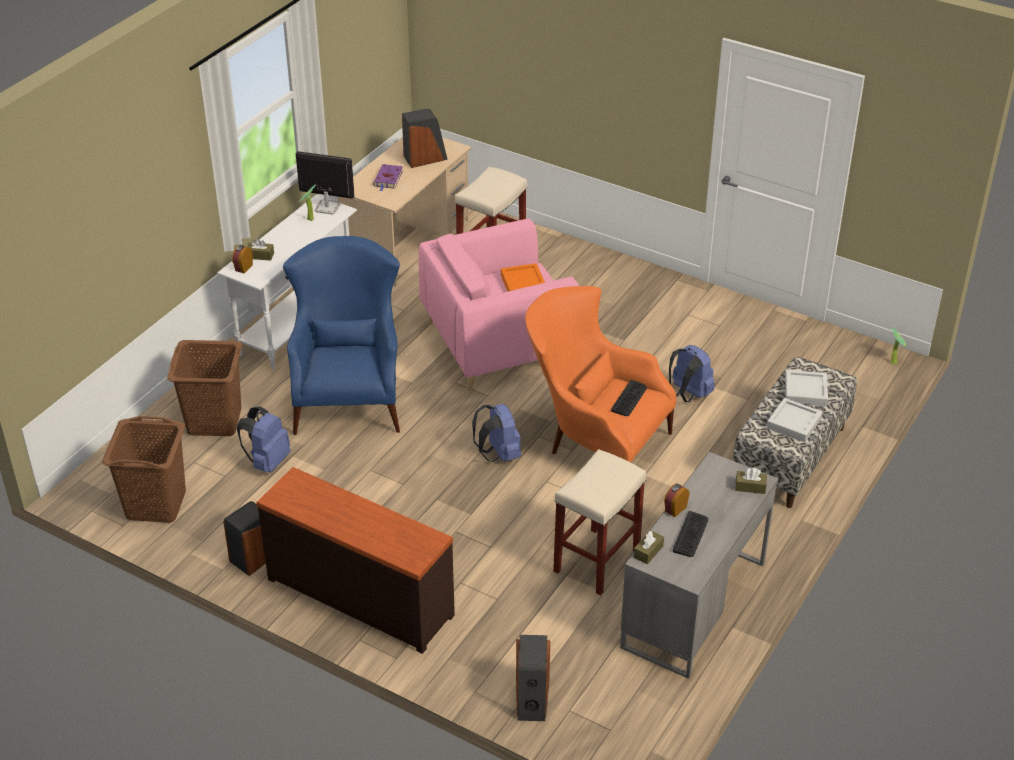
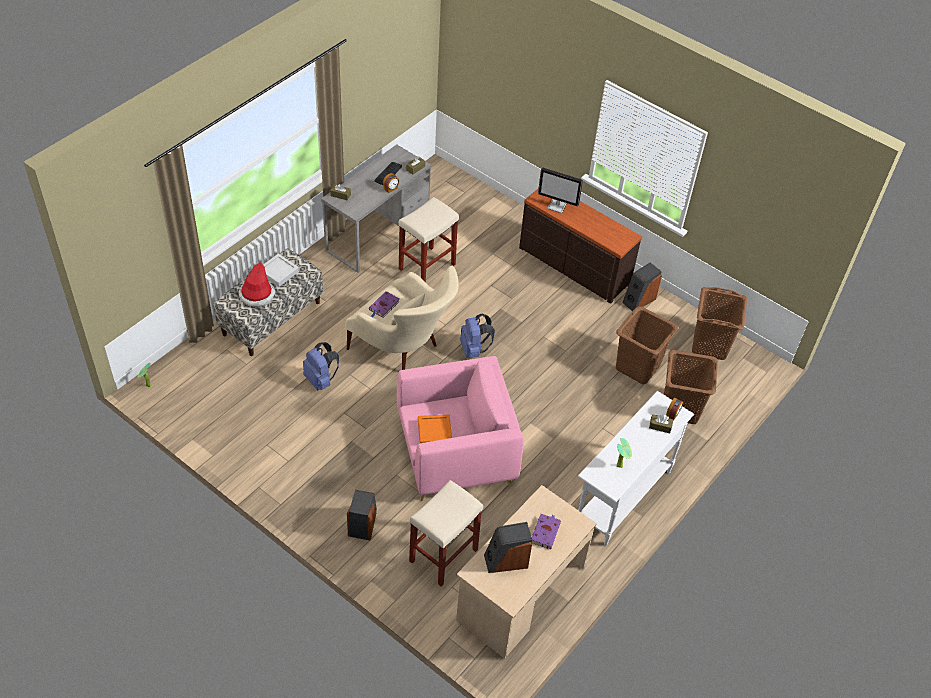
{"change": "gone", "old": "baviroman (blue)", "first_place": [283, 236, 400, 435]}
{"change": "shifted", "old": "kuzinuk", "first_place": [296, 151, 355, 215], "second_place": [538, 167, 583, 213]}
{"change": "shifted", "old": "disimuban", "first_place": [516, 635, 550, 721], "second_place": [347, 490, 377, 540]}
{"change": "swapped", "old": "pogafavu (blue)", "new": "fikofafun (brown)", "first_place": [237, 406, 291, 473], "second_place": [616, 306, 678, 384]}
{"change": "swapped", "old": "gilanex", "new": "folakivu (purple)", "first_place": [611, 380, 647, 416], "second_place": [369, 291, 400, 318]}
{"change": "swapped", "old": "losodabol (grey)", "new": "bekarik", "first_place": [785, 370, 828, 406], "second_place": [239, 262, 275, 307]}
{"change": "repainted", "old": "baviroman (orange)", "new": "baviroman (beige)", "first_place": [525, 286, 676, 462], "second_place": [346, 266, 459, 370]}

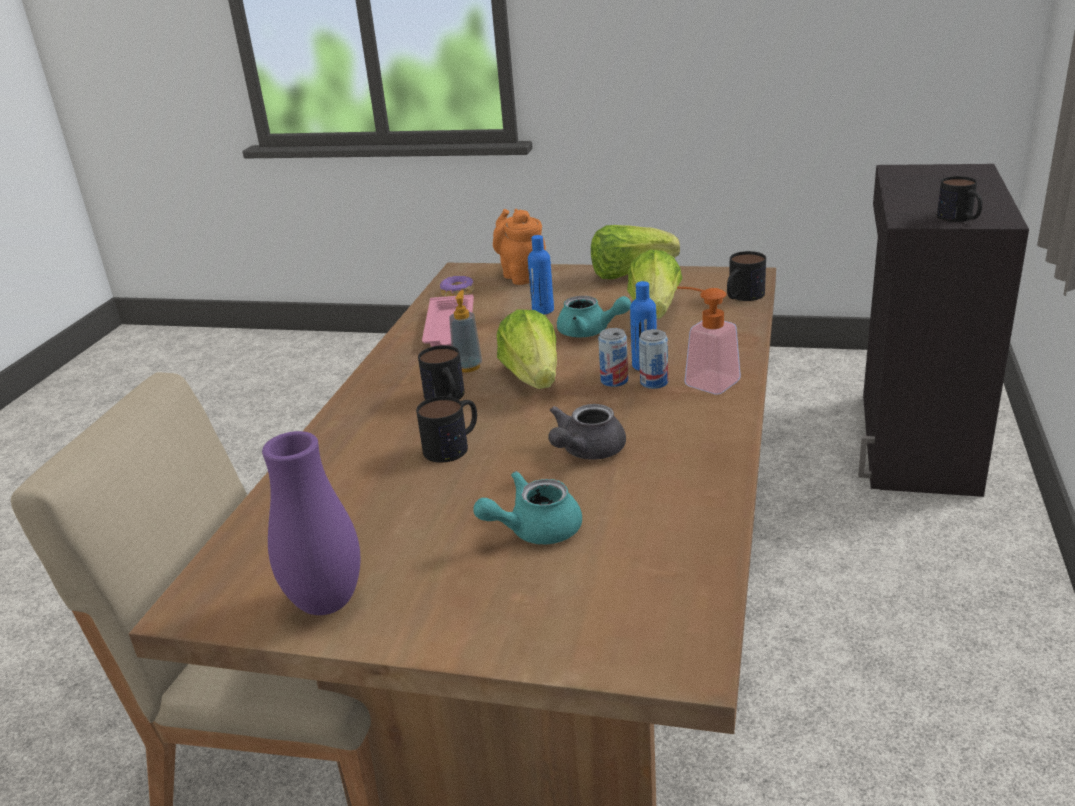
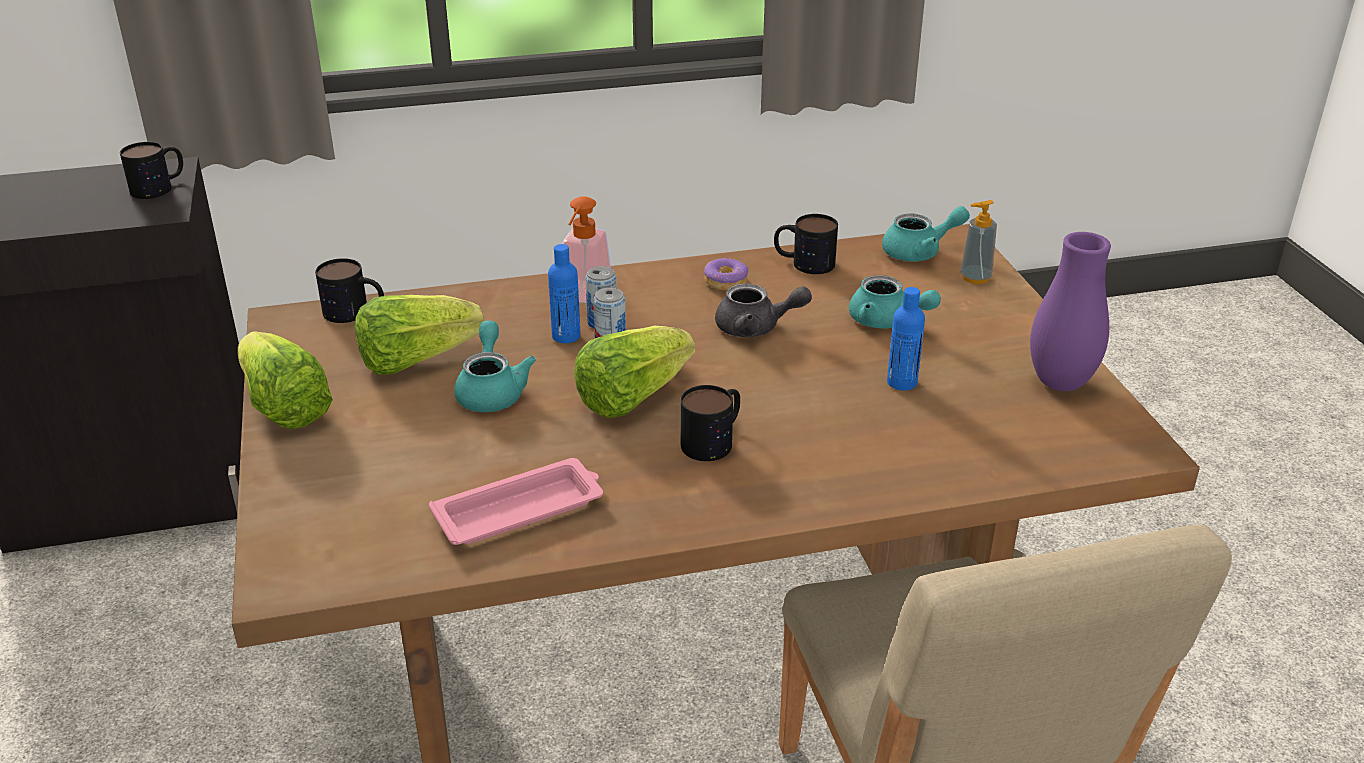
{"change": "gone", "old": "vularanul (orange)", "first_place": [493, 209, 546, 285]}
{"change": "new", "new": "vularanul (turquoise)", "second_place": [882, 206, 970, 262]}
{"change": "shifted", "old": "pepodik", "first_place": [416, 396, 477, 463], "second_place": [774, 214, 838, 274]}
{"change": "shifted", "old": "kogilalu", "first_place": [440, 276, 474, 297], "second_place": [704, 258, 748, 290]}
{"change": "shifted", "old": "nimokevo", "first_place": [449, 290, 482, 372], "second_place": [960, 200, 997, 284]}
{"change": "shifted", "old": "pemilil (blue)", "first_place": [528, 235, 554, 315], "second_place": [887, 287, 925, 391]}

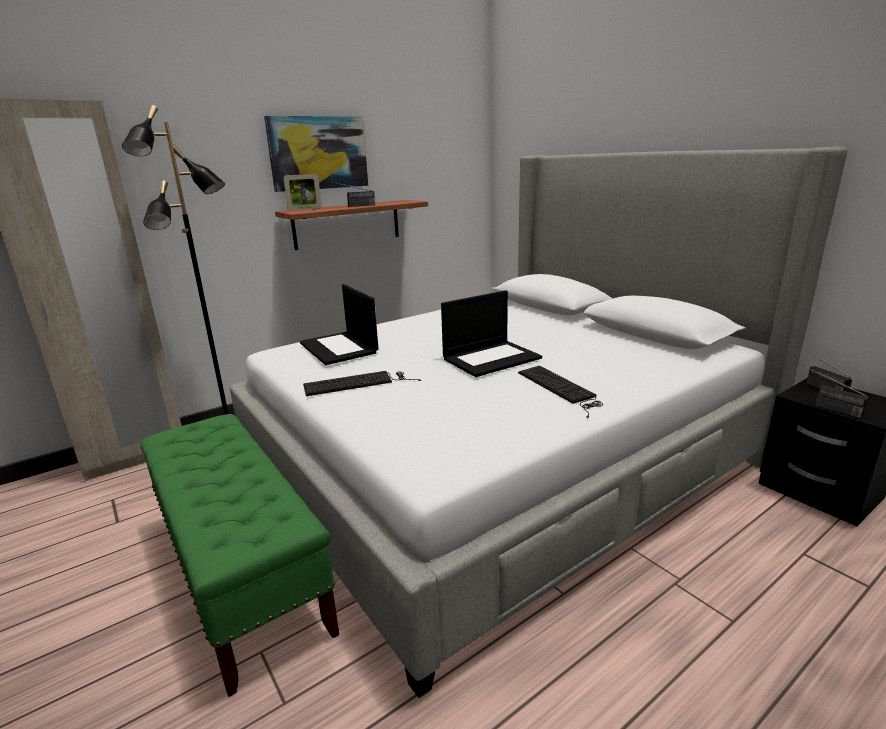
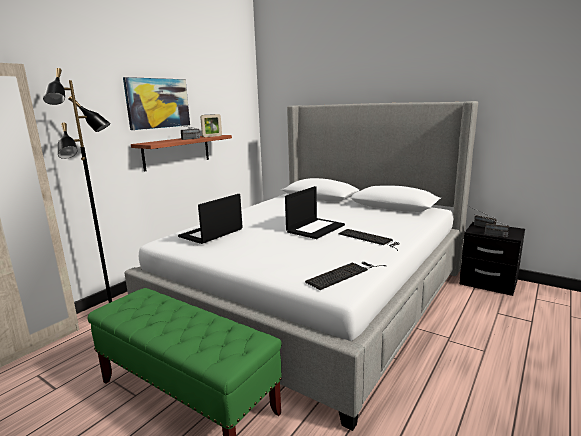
{"change": "shifted", "old": "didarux", "first_place": [283, 174, 322, 211], "second_place": [200, 114, 222, 137]}
{"change": "shifted", "old": "gilanex", "first_place": [303, 371, 421, 396], "second_place": [305, 262, 387, 290]}
{"change": "rotated", "old": "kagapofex", "first_place": [300, 284, 379, 365], "second_place": [178, 194, 243, 244], "degrees": 90}

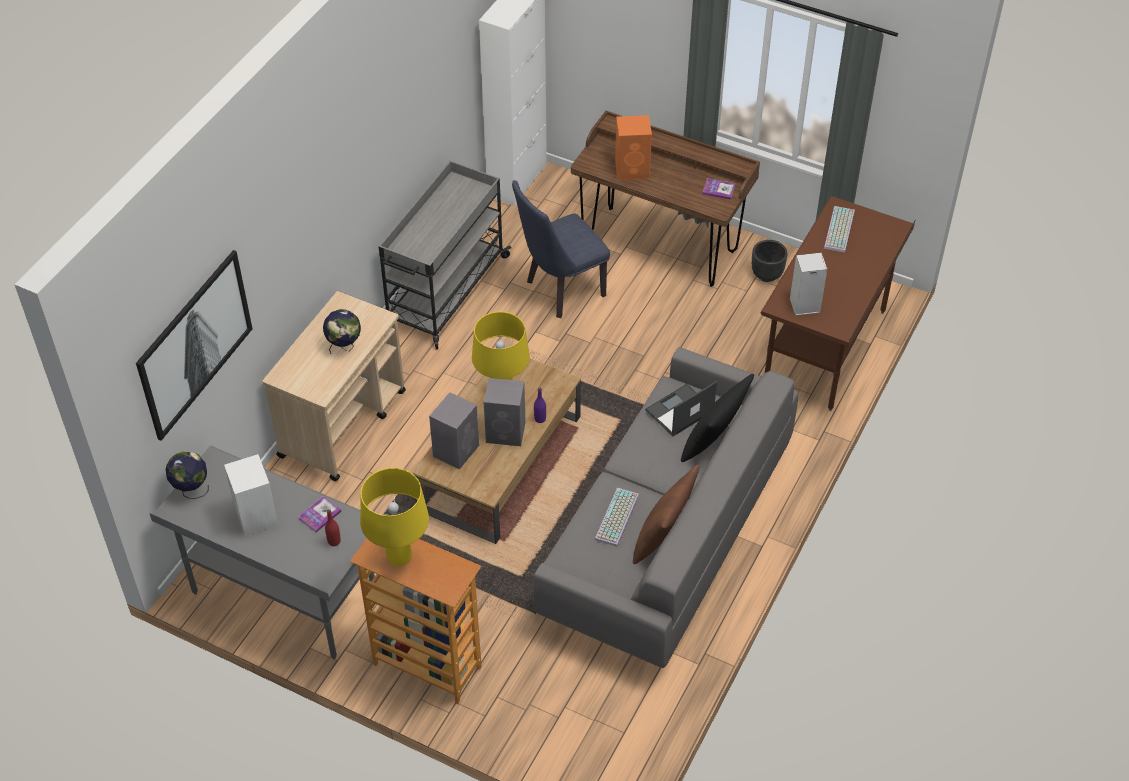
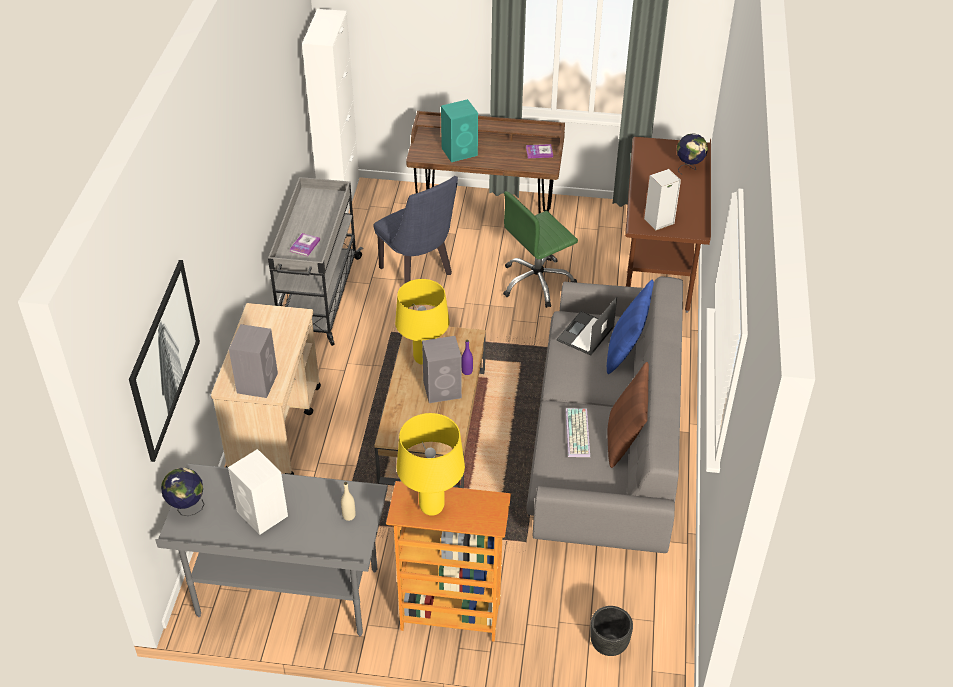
{"change": "gone", "old": "gilanex", "first_place": [824, 206, 855, 252]}
{"change": "new", "new": "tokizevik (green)", "second_place": [503, 191, 578, 308]}
{"change": "shifted", "old": "folakivu", "first_place": [298, 496, 341, 532], "second_place": [290, 233, 320, 256]}
{"change": "shifted", "old": "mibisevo", "first_place": [323, 309, 361, 354], "second_place": [677, 133, 708, 175]}
{"change": "shifted", "old": "disimuban (grey)", "first_place": [429, 392, 479, 470], "second_place": [229, 324, 278, 398]}
{"change": "shifted", "old": "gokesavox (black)", "first_place": [752, 240, 787, 282], "second_place": [590, 606, 633, 656]}
{"change": "repainted", "old": "pemilil (red)", "new": "pemilil (beige)", "first_place": [325, 509, 341, 546], "second_place": [341, 482, 356, 521]}
{"change": "repainted", "old": "disimuban (orange)", "new": "disimuban (turquoise)", "first_place": [615, 115, 652, 180], "second_place": [441, 99, 478, 162]}
{"change": "repainted", "old": "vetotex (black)", "new": "vetotex (blue)", "first_place": [681, 374, 754, 462], "second_place": [607, 280, 654, 374]}
{"change": "rotated", "old": "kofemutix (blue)", "first_place": [512, 180, 610, 318], "second_place": [374, 176, 458, 284], "degrees": -75}

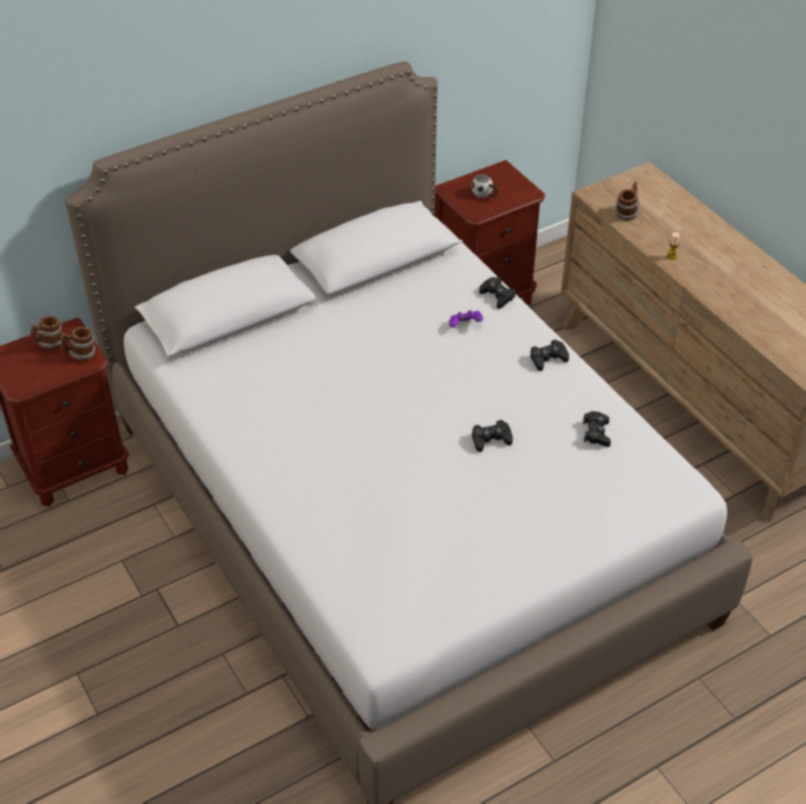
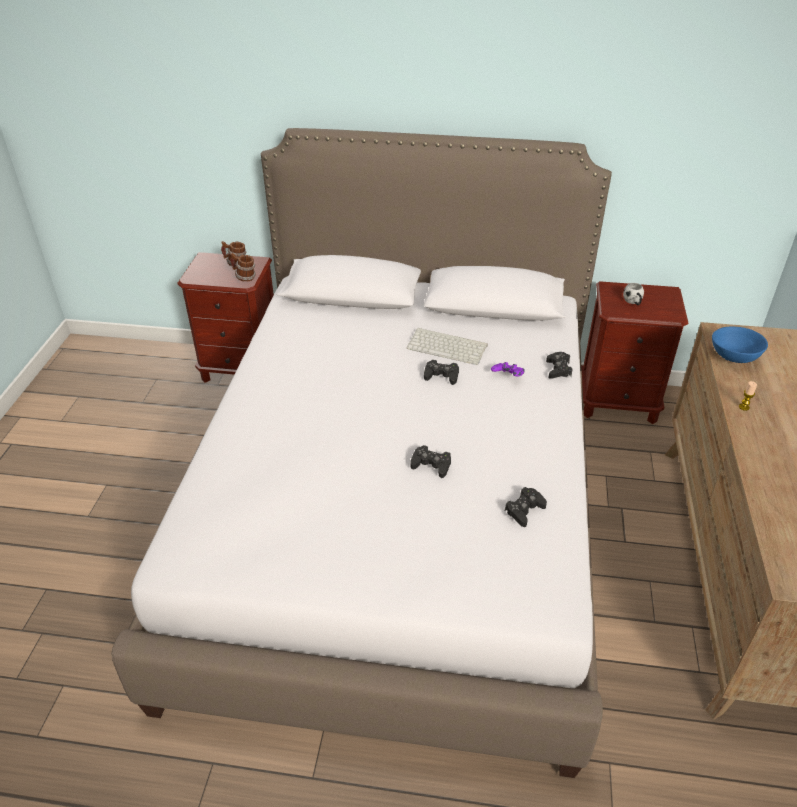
{"change": "new", "new": "gilanex", "second_place": [406, 328, 488, 365]}
{"change": "shifted", "old": "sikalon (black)", "first_place": [530, 340, 569, 371], "second_place": [424, 360, 459, 385]}
{"change": "swapped", "old": "pepodik", "new": "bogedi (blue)", "first_place": [615, 181, 640, 220], "second_place": [712, 327, 768, 363]}

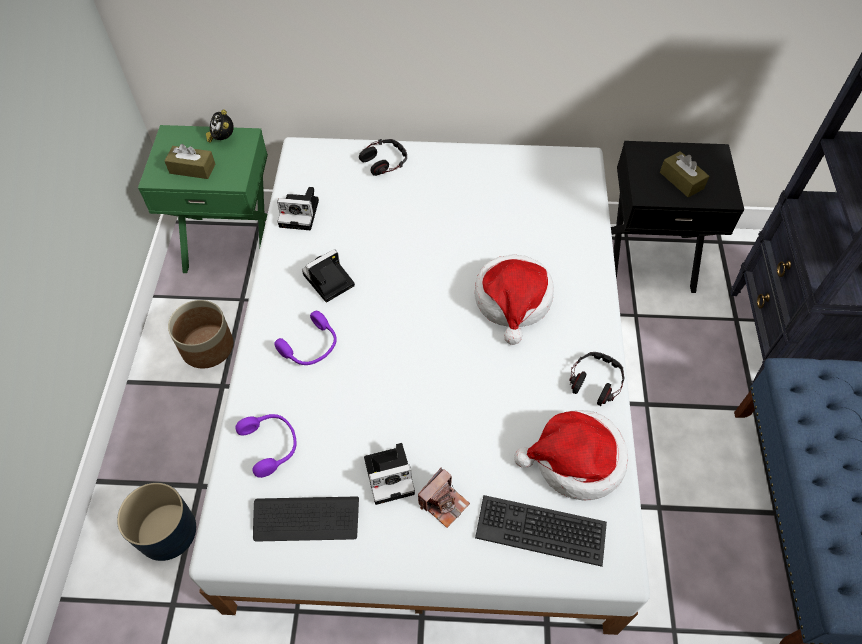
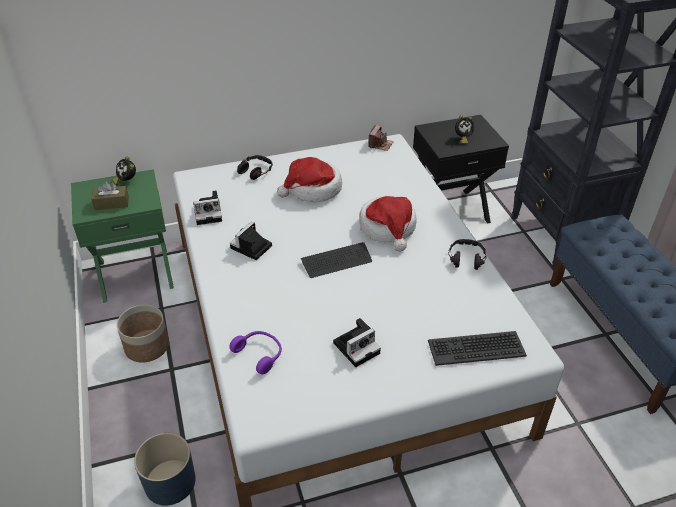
{"change": "gone", "old": "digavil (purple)", "first_place": [274, 311, 337, 365]}
{"change": "shifted", "old": "gilanex", "first_place": [253, 496, 359, 542], "second_place": [301, 242, 372, 278]}
{"change": "shifted", "old": "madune", "first_place": [418, 467, 470, 528], "second_place": [368, 125, 394, 151]}
{"change": "shifted", "old": "bekarik", "first_place": [515, 410, 628, 501], "second_place": [277, 157, 342, 202]}
{"change": "swapped", "old": "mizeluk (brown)", "new": "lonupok", "first_place": [660, 151, 709, 198], "second_place": [455, 115, 474, 144]}

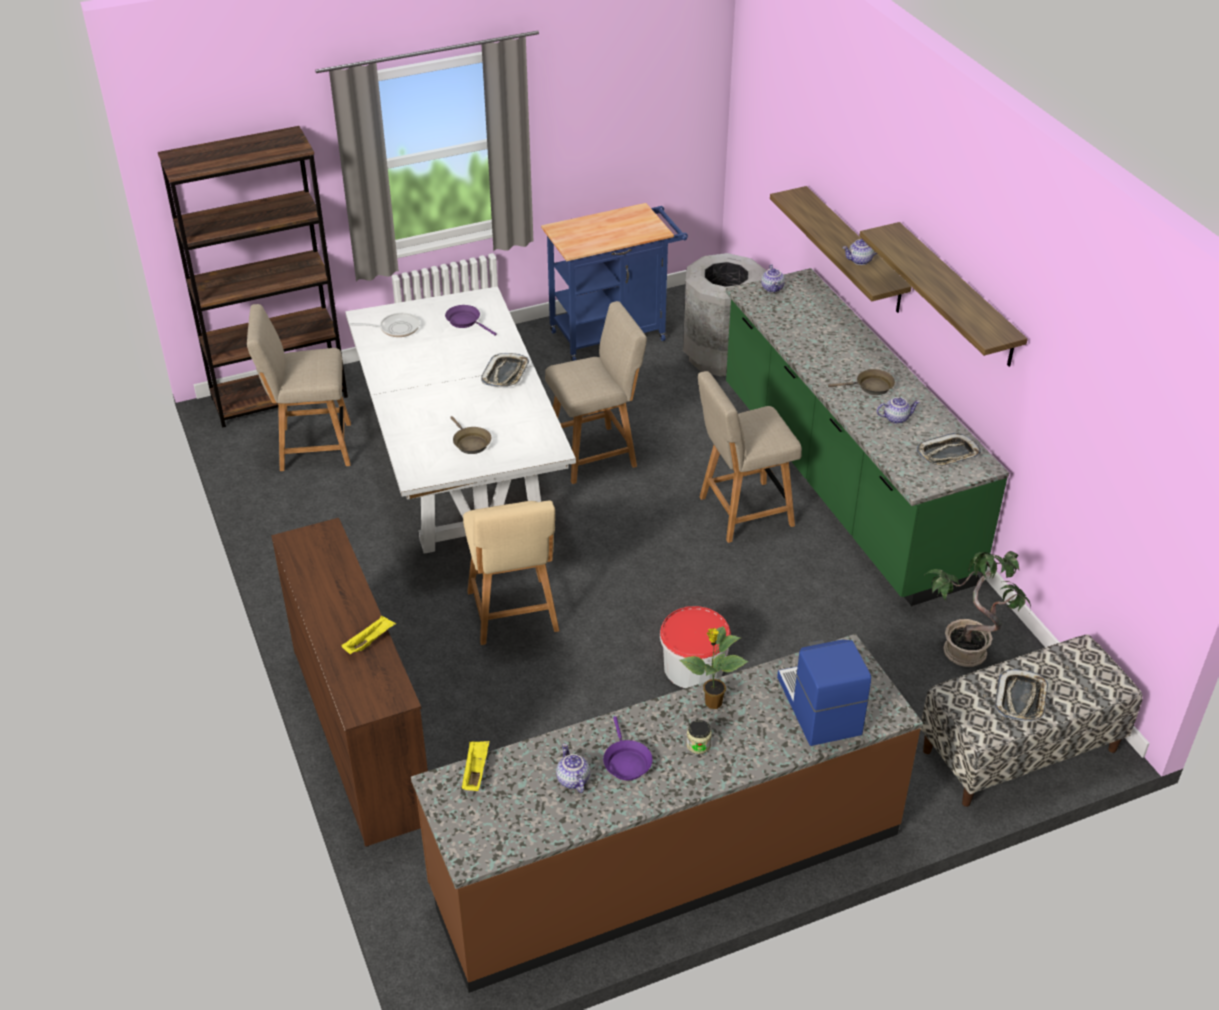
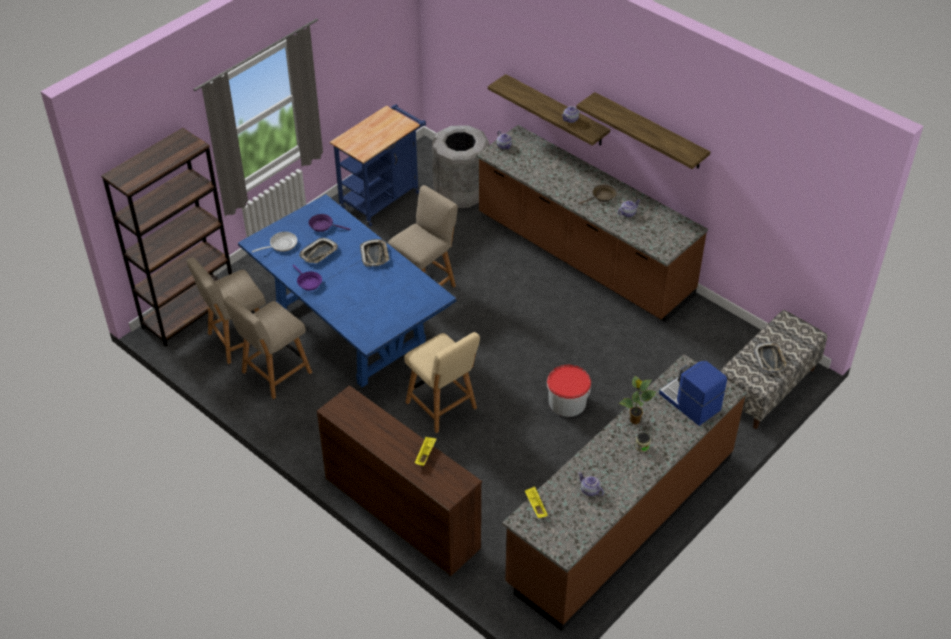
{"change": "gone", "old": "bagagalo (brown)", "first_place": [450, 416, 491, 454]}
{"change": "gone", "old": "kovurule", "first_place": [926, 551, 1031, 667]}
{"change": "shifted", "old": "bagagalo (purple)", "first_place": [603, 716, 652, 780], "second_place": [293, 265, 322, 291]}
{"change": "shifted", "old": "kofemutix (beige)", "first_place": [698, 371, 802, 543], "second_place": [223, 296, 312, 399]}
{"change": "shifted", "old": "losodabol", "first_place": [916, 433, 981, 467], "second_place": [299, 238, 338, 263]}
{"change": "repainted", "old": "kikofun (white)", "new": "kikofun (blue)", "first_place": [345, 286, 576, 554], "second_place": [238, 194, 457, 387]}
{"change": "repainted", "old": "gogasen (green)", "new": "gogasen (brown)", "first_place": [726, 268, 1009, 606], "second_place": [476, 125, 708, 322]}

